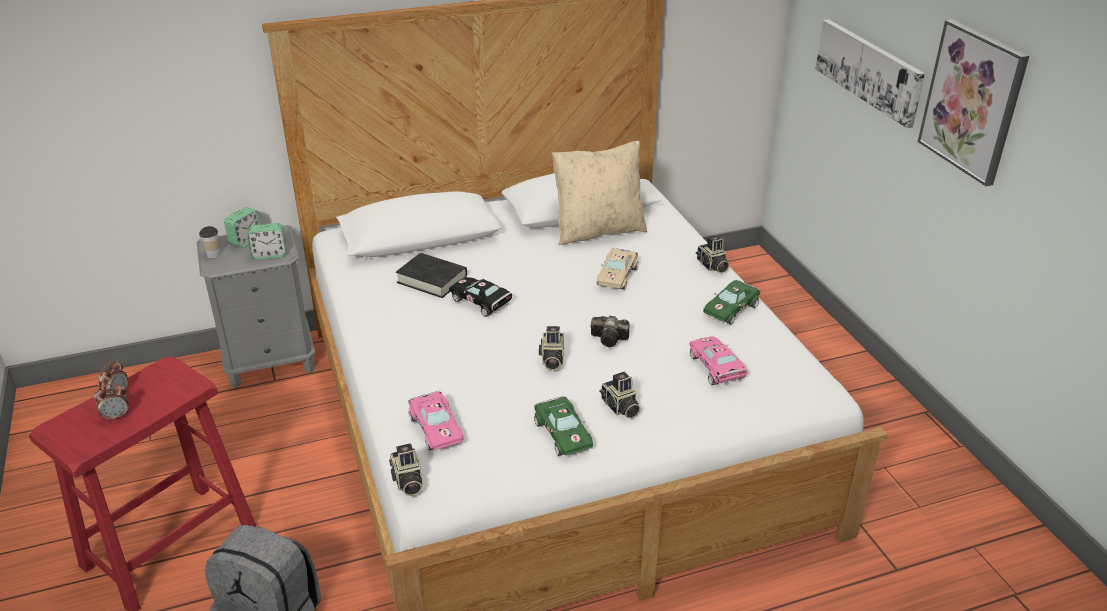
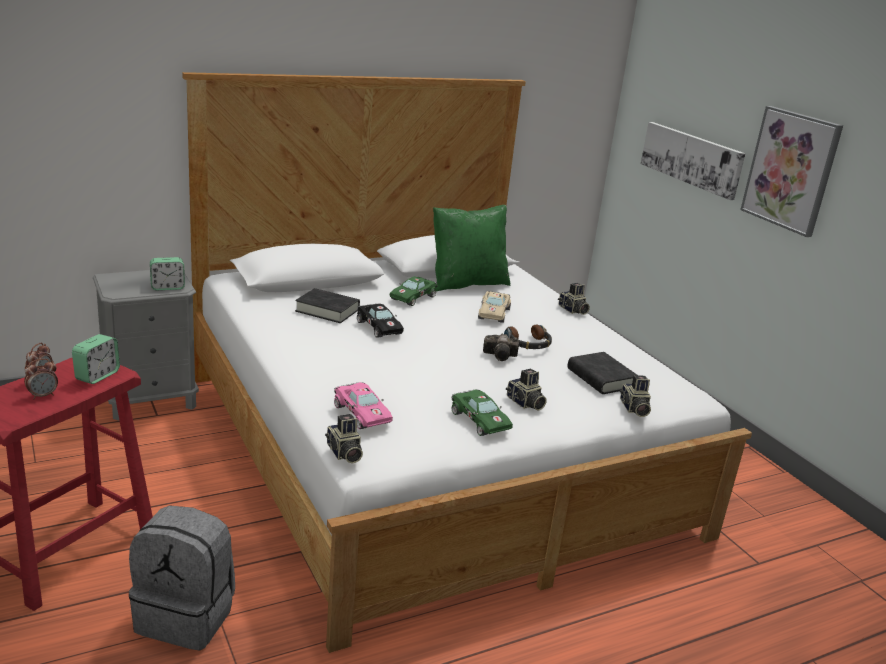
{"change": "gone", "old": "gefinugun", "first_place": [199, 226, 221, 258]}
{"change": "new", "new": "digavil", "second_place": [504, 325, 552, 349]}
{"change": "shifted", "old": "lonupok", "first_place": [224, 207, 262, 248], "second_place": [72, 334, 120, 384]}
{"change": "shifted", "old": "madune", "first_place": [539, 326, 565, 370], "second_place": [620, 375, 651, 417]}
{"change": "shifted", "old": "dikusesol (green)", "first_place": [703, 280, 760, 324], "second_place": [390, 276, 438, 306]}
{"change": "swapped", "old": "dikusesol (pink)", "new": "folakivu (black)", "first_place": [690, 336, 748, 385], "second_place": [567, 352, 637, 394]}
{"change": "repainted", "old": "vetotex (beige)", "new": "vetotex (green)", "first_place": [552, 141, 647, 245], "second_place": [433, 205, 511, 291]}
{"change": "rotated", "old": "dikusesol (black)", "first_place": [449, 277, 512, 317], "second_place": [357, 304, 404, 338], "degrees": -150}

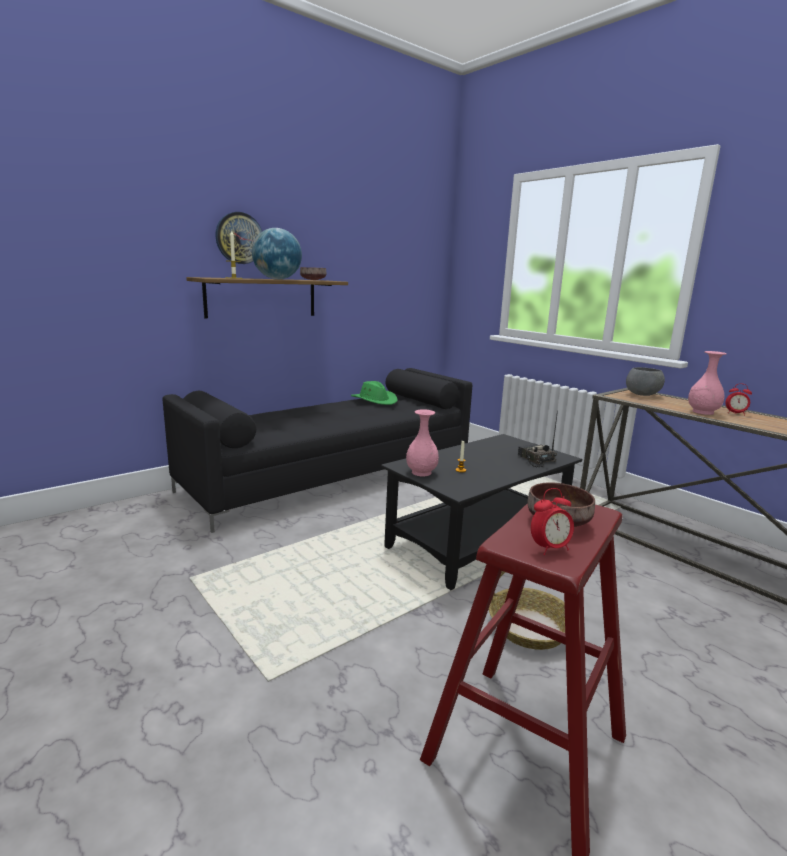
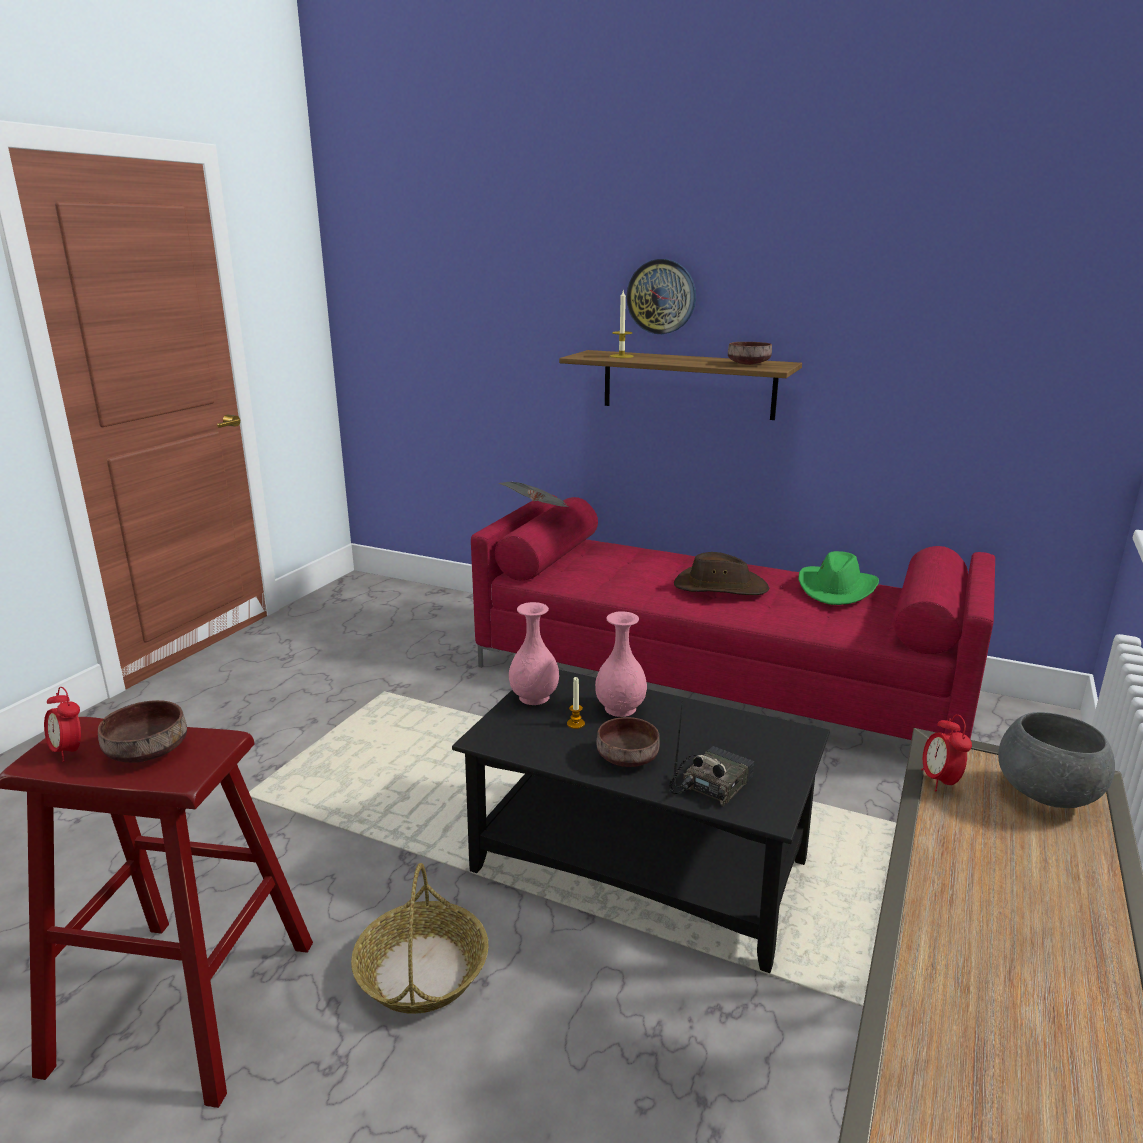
{"change": "gone", "old": "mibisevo", "first_place": [252, 228, 302, 279]}
{"change": "new", "new": "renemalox", "second_place": [499, 482, 570, 507]}
{"change": "new", "new": "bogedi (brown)", "second_place": [597, 717, 660, 767]}
{"change": "new", "new": "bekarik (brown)", "second_place": [674, 552, 769, 595]}
{"change": "shifted", "old": "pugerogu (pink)", "first_place": [688, 351, 727, 415], "second_place": [595, 611, 647, 717]}
{"change": "shifted", "old": "lonupok", "first_place": [725, 384, 752, 415], "second_place": [921, 714, 972, 792]}
{"change": "repainted", "old": "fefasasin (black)", "new": "fefasasin (red)", "first_place": [163, 368, 472, 533], "second_place": [471, 495, 995, 740]}

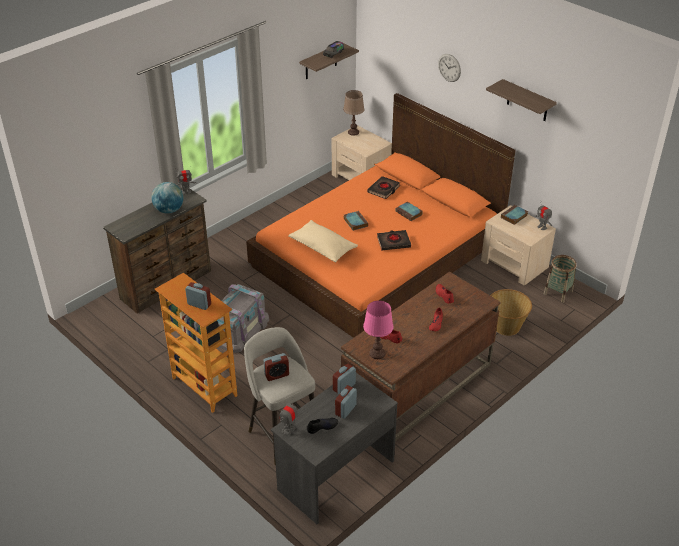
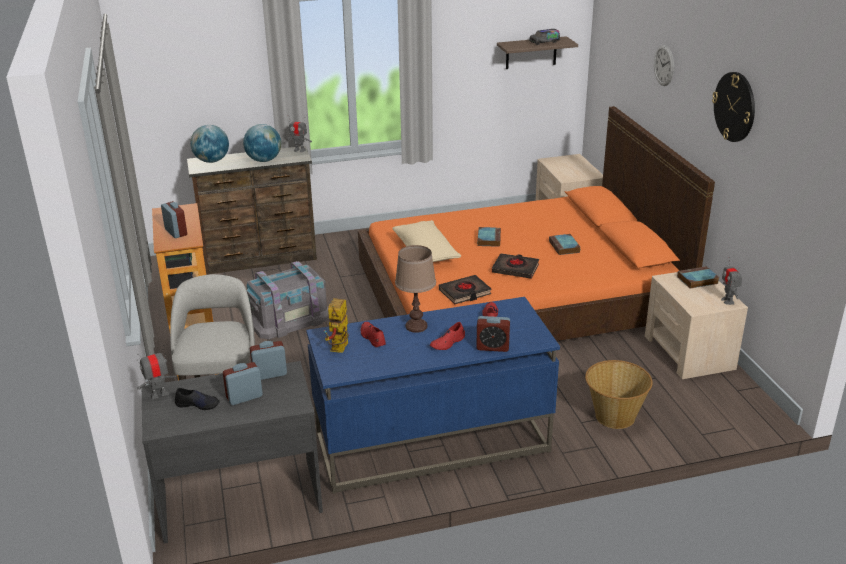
{"change": "gone", "old": "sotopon", "first_place": [544, 255, 577, 303]}
{"change": "new", "new": "mibisevo", "second_place": [190, 125, 229, 163]}
{"change": "shifted", "old": "lonupok", "first_place": [264, 353, 289, 381], "second_place": [476, 316, 510, 352]}
{"change": "shifted", "old": "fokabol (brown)", "first_place": [343, 90, 364, 136], "second_place": [395, 245, 436, 333]}
{"change": "shifted", "old": "folakivu (black)", "first_place": [367, 176, 400, 199], "second_place": [439, 275, 492, 304]}
{"change": "swapped", "old": "fokabol (pink)", "new": "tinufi", "first_place": [363, 300, 393, 359], "second_place": [324, 298, 349, 353]}
{"change": "swapped", "old": "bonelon", "new": "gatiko", "first_place": [486, 79, 557, 121], "second_place": [712, 72, 755, 142]}
{"change": "repainted", "old": "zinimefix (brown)", "new": "zinimefix (blue)", "first_place": [341, 272, 501, 441], "second_place": [306, 297, 560, 494]}

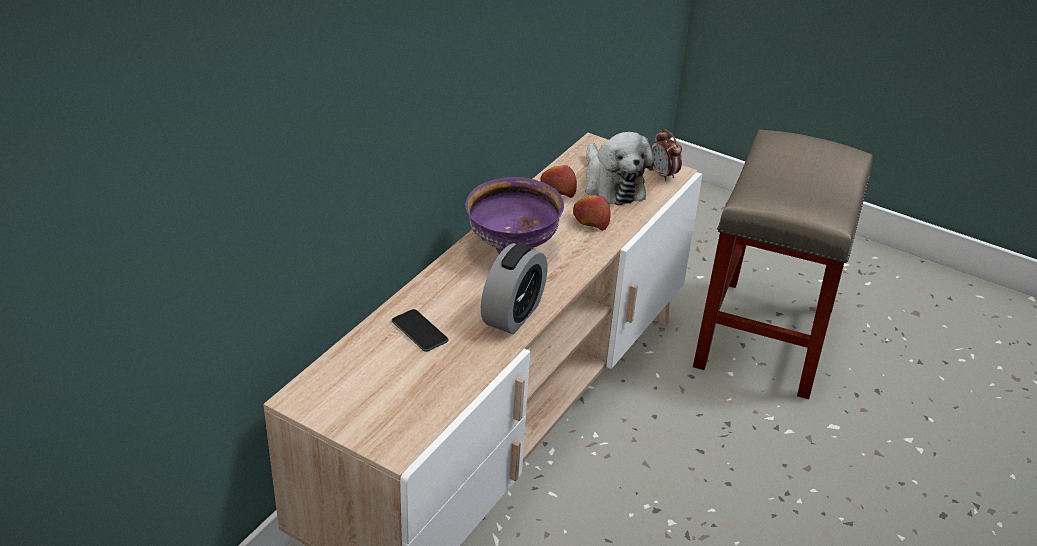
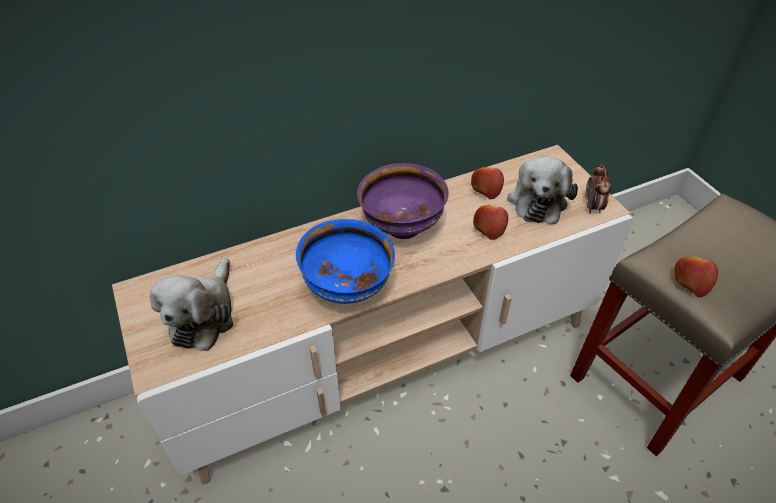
{"change": "gone", "old": "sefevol", "first_place": [392, 309, 449, 352]}
{"change": "new", "new": "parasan", "second_place": [150, 258, 233, 351]}
{"change": "new", "new": "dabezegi", "second_place": [674, 257, 718, 297]}
{"change": "swapped", "old": "lonupok", "new": "bogedi (blue)", "first_place": [481, 243, 547, 334], "second_place": [296, 219, 395, 304]}

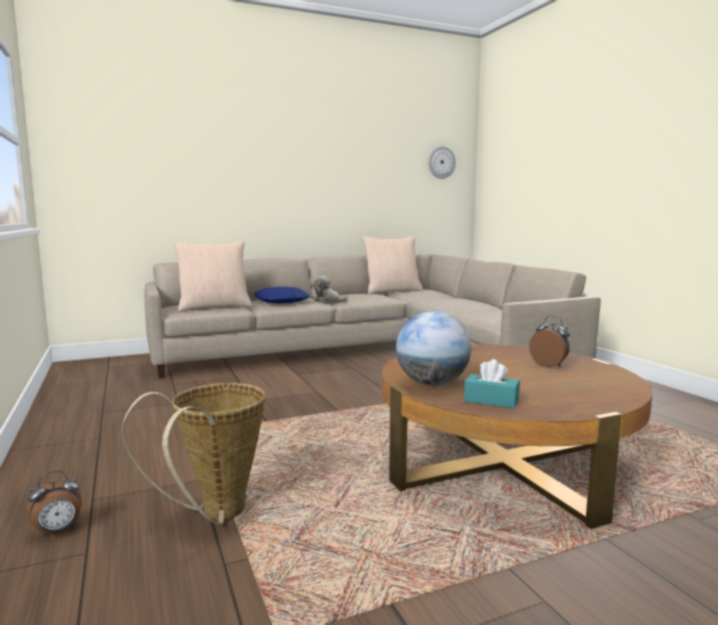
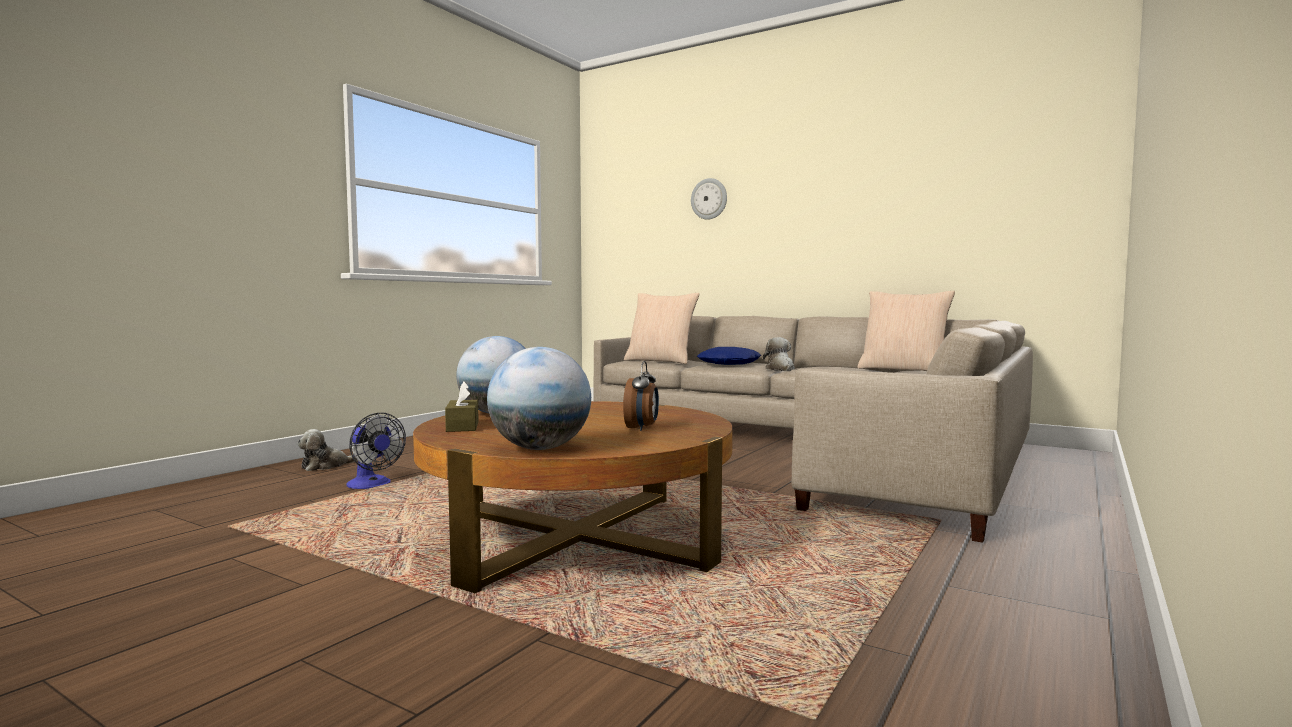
{"change": "new", "new": "mibisevo", "second_place": [487, 347, 591, 450]}
{"change": "shifted", "old": "gatiko", "first_place": [428, 146, 456, 179], "second_place": [691, 178, 727, 220]}
{"change": "swapped", "old": "lonupok", "new": "parasan", "first_place": [27, 471, 82, 537], "second_place": [297, 429, 357, 471]}
{"change": "swapped", "old": "sotopon", "new": "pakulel", "first_place": [121, 383, 265, 524], "second_place": [346, 413, 406, 489]}
{"change": "repainted", "old": "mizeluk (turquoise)", "new": "mizeluk (brown)", "first_place": [464, 359, 520, 408], "second_place": [445, 382, 479, 432]}

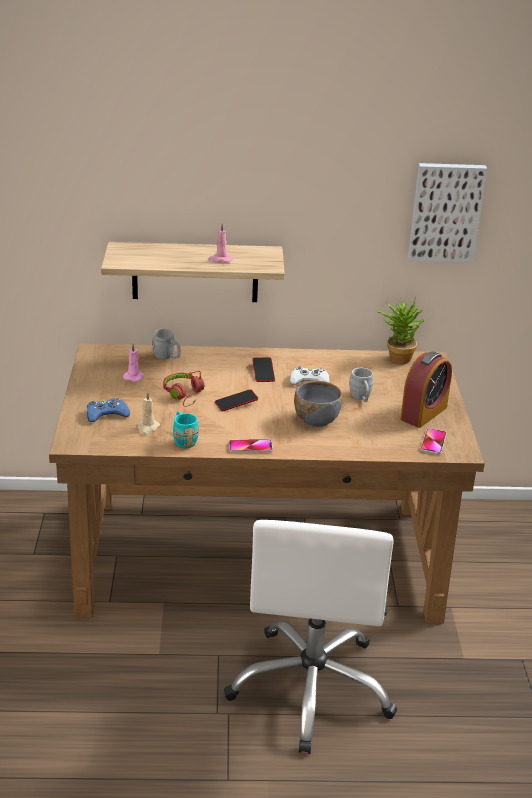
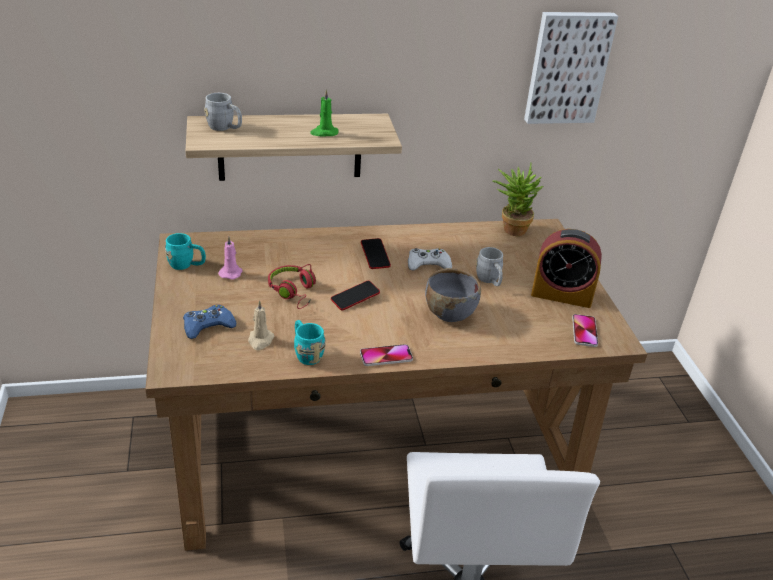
{"change": "new", "new": "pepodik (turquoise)", "second_place": [165, 233, 206, 270]}
{"change": "shifted", "old": "pepodik (grey)", "first_place": [152, 329, 181, 360], "second_place": [204, 93, 242, 131]}
{"change": "repainted", "old": "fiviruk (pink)", "new": "fiviruk (green)", "first_place": [208, 224, 233, 263], "second_place": [310, 89, 339, 137]}
{"change": "rotated", "old": "lonupok", "first_place": [400, 352, 452, 428], "second_place": [531, 229, 602, 308], "degrees": 75}

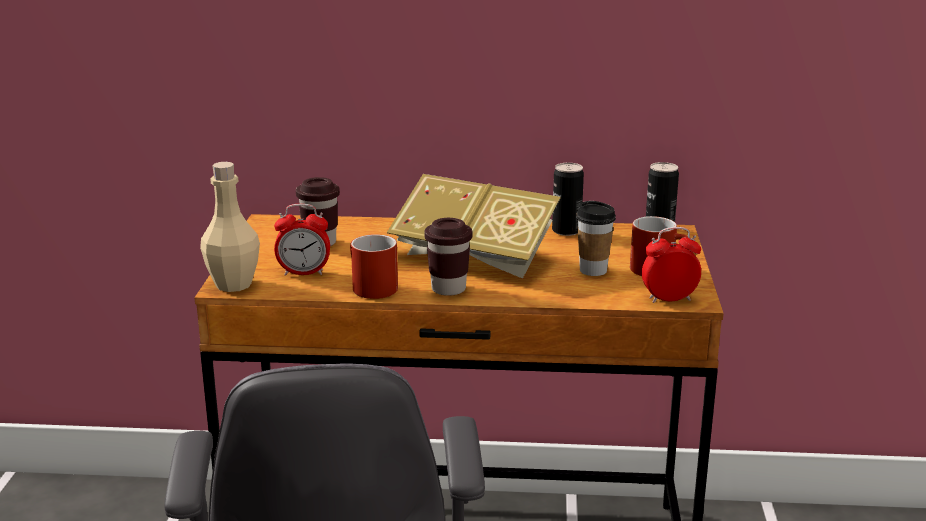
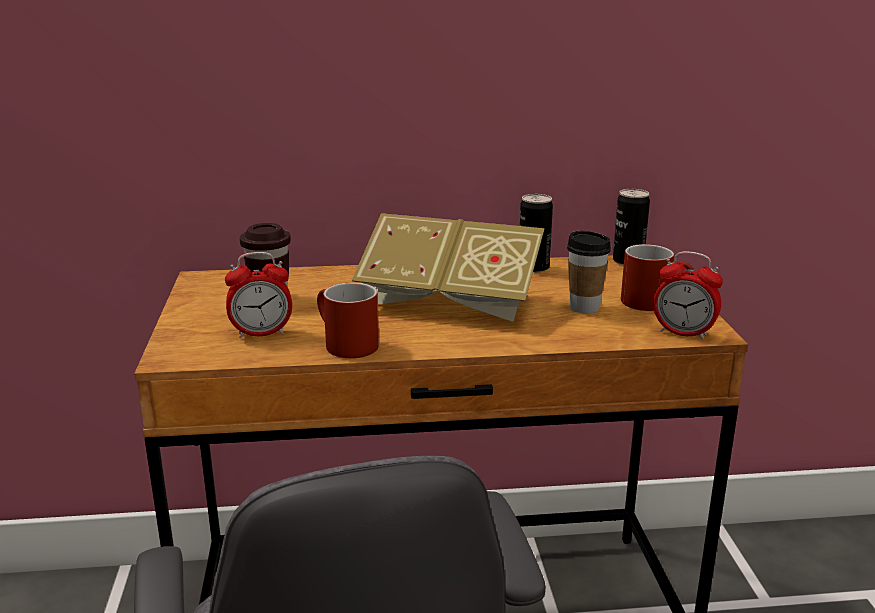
{"change": "gone", "old": "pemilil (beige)", "first_place": [200, 162, 260, 292]}
{"change": "gone", "old": "gefinugun (brown)", "first_place": [424, 218, 472, 296]}
{"change": "rotated", "old": "lonupok", "first_place": [642, 227, 701, 303], "second_place": [653, 251, 723, 340], "degrees": -135}

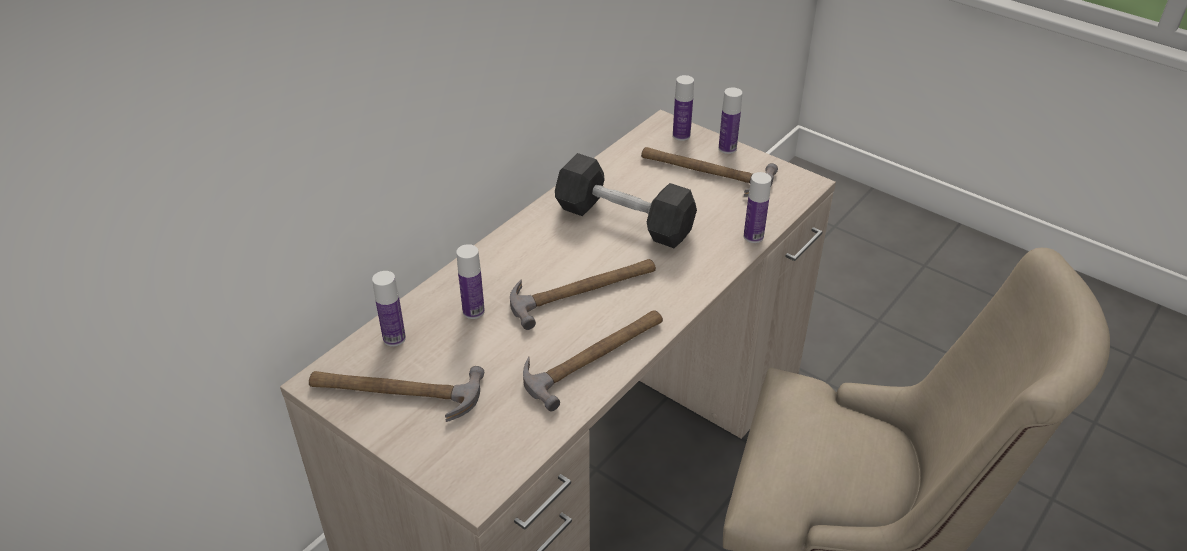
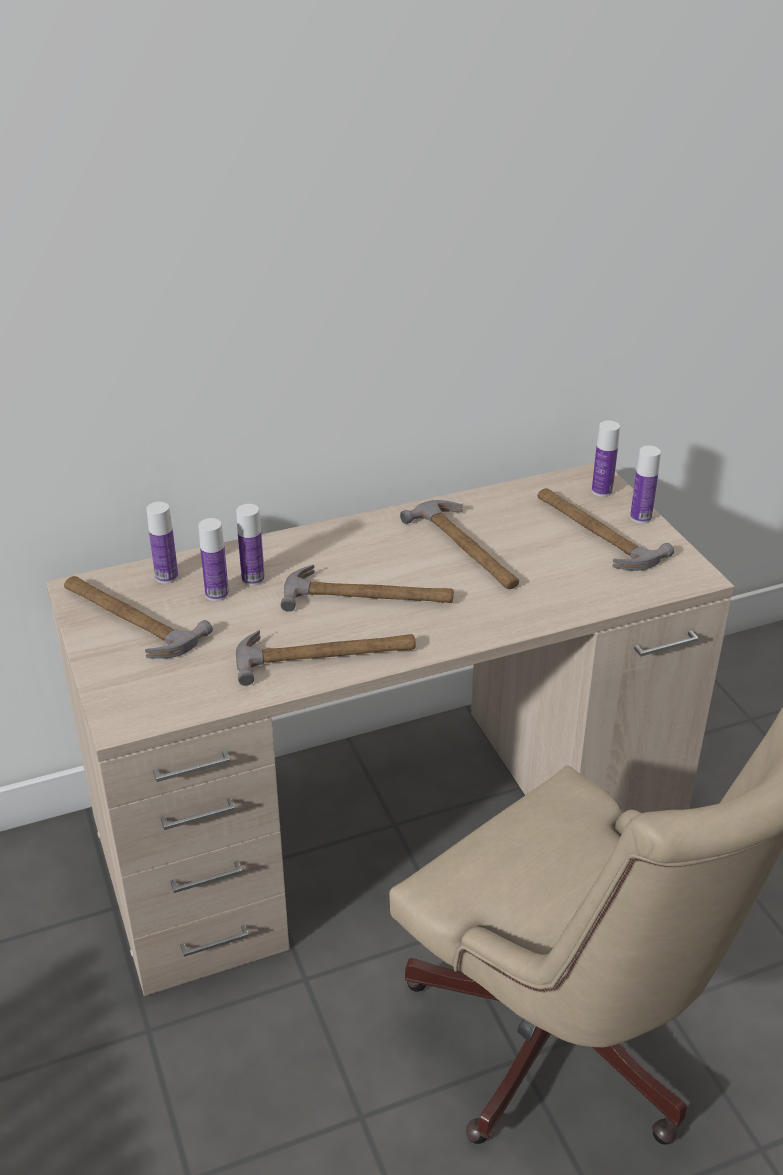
{"change": "shifted", "old": "pemilil", "first_place": [744, 172, 771, 243], "second_place": [198, 518, 229, 601]}
{"change": "swapped", "old": "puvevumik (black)", "new": "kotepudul", "first_place": [555, 153, 697, 248], "second_place": [400, 500, 519, 589]}

